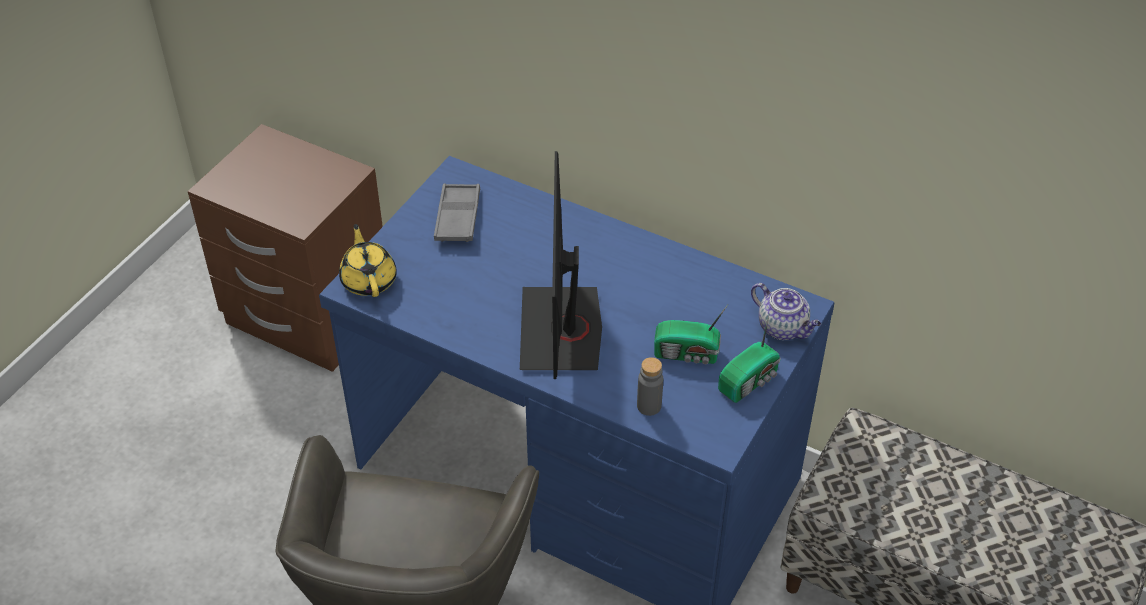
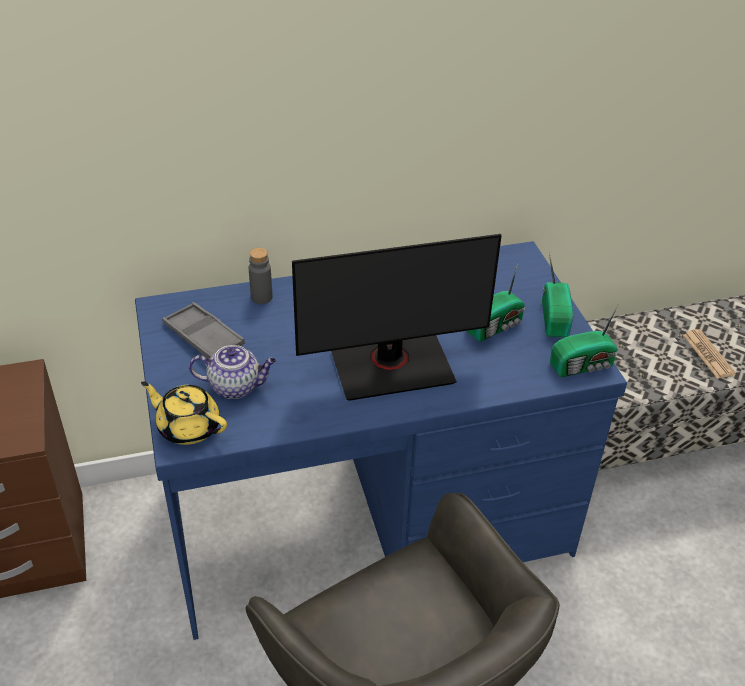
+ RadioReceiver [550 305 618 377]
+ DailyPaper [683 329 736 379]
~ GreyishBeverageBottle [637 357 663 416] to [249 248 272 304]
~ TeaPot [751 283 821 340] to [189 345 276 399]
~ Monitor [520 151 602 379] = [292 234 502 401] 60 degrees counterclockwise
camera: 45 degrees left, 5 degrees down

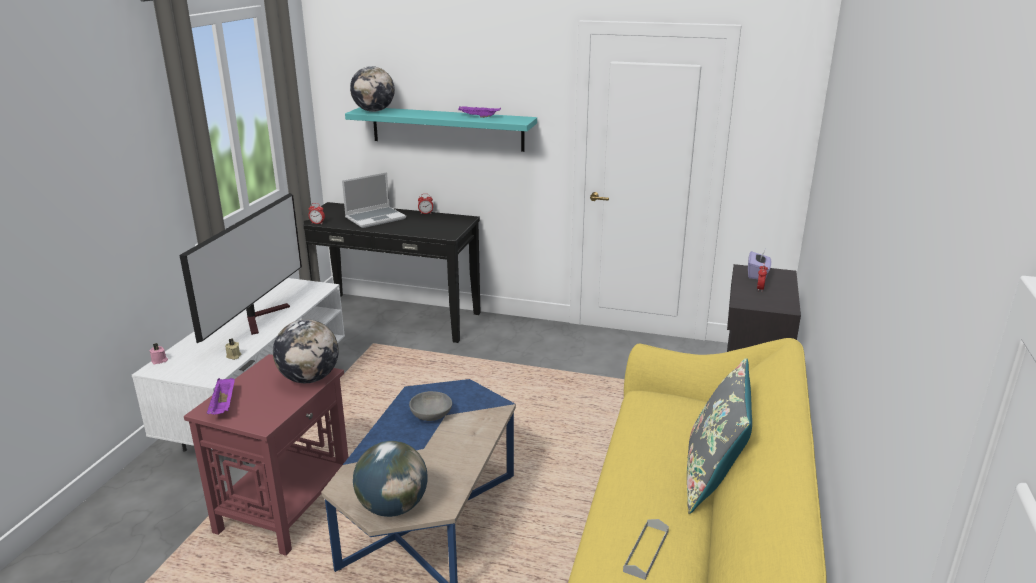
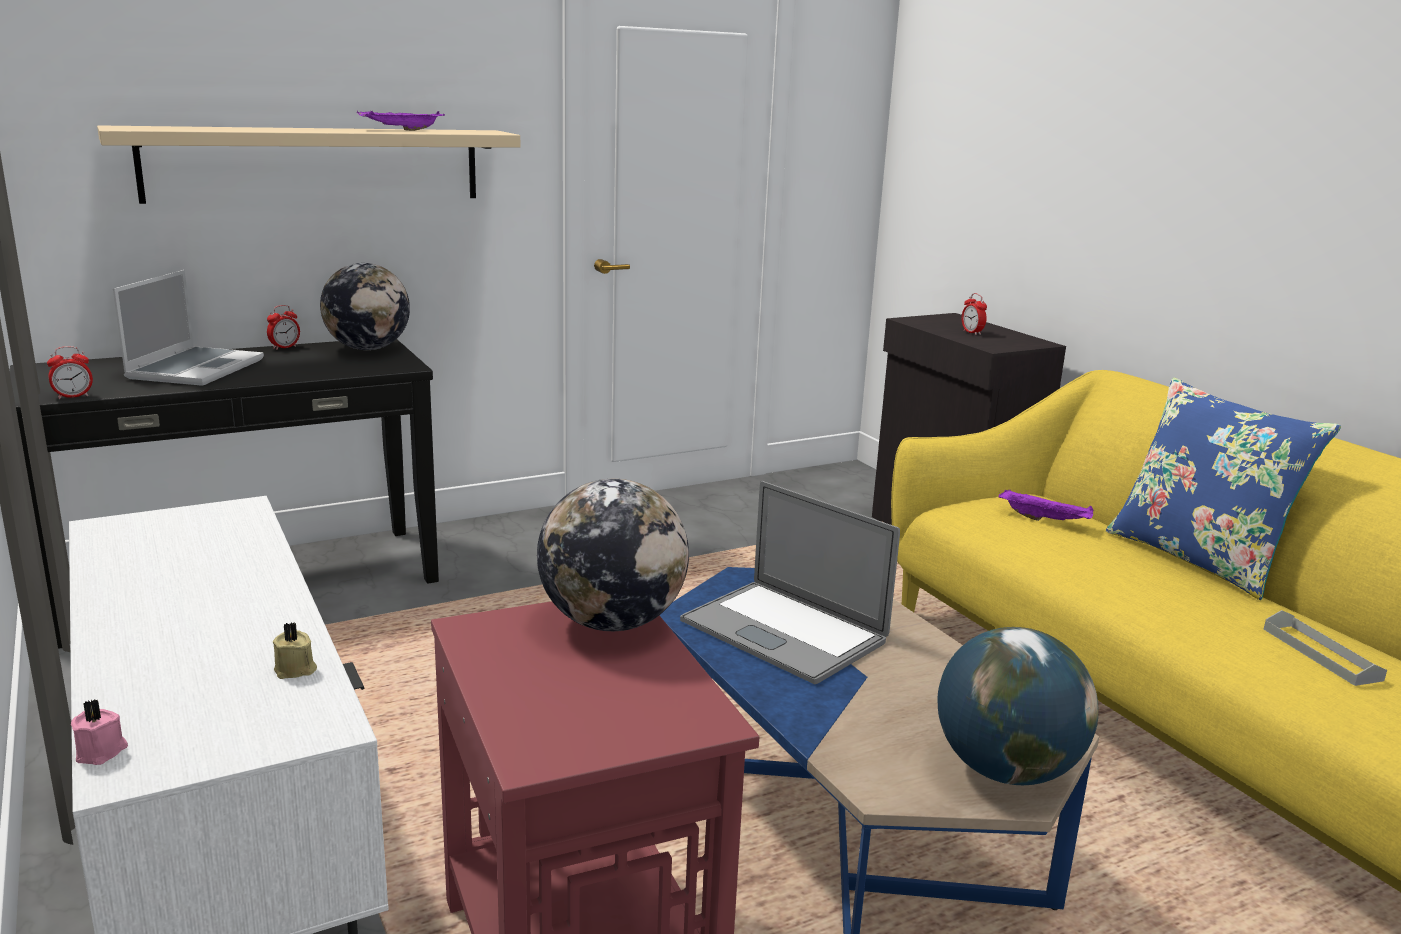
- Television [179 193 302 343]
- PurpleColouredBoxOfTissues [748 251 771 280]
~ PurpleColouredTray [207 378 235 414] to [999 489 1094 521]
~ WorldGlobe [350 66 395 112] to [320 263 410 350]
~ GreyishDeepDish [409 391 452 421] to NotebookComputer [680 481 900 684]
~ BlueGreenBracketShelf [345 107 537 152] to BeigeBracketShelf [97 125 520 204]
~ GreyishThrowPillow [687 358 752 514] to BlueColouredThrowPillow [1106 378 1341 600]
camera: 45 degrees left, 5 degrees down

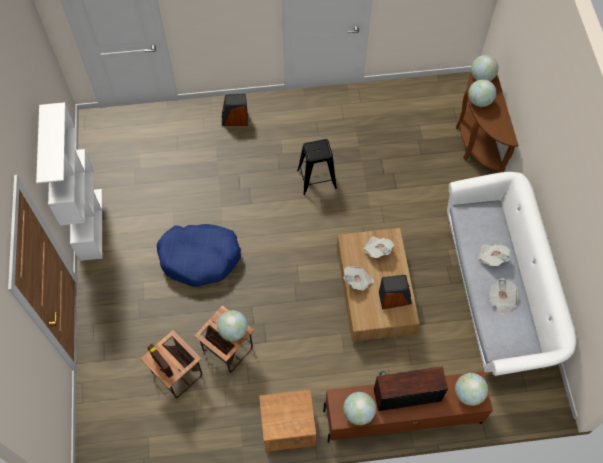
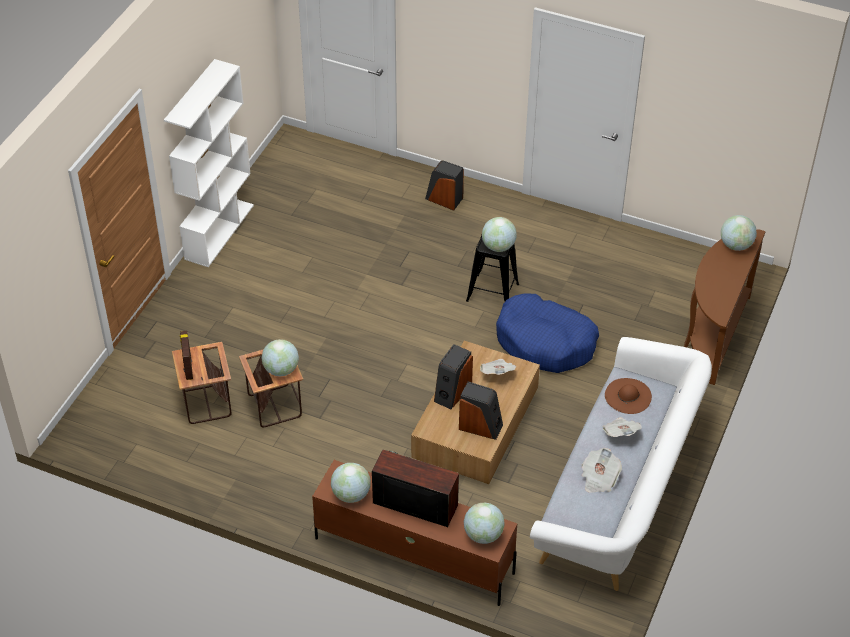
- BrownColouredBedsideTable [259 390 316 452]
+ BrownColouredClothingHat [605 378 652 414]
~ BlueColouredPetBed [157 224 241 287] to [496 293 599 373]
~ WorldGlobe [468 79 496 107] to [482 217 517 252]
~ DailyPaper [343 266 374 291] to AudioSpeaker [434 344 473 409]
camera: 30 degrees right, 15 degrees down

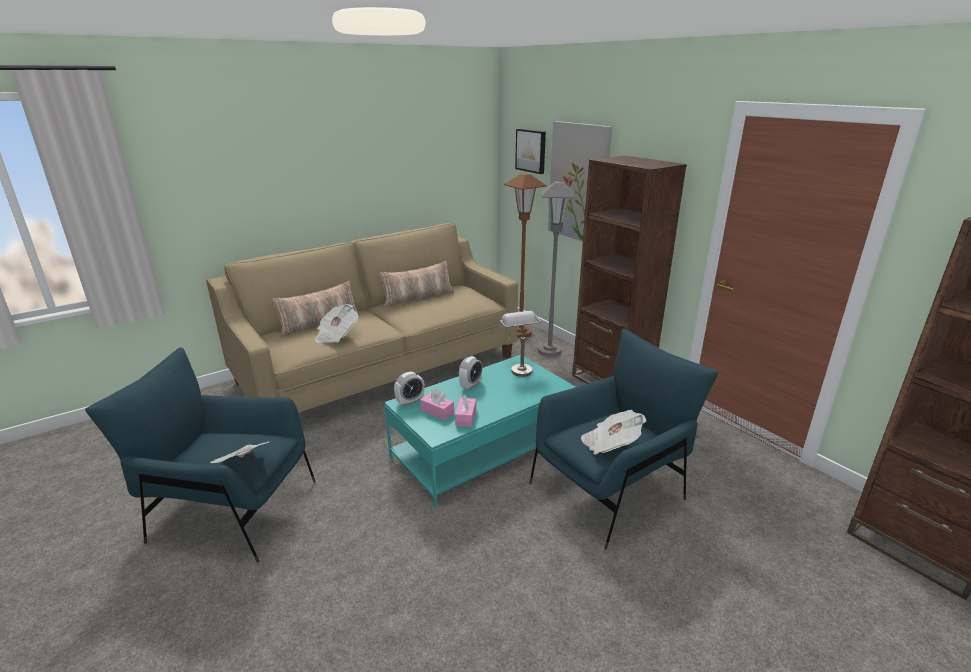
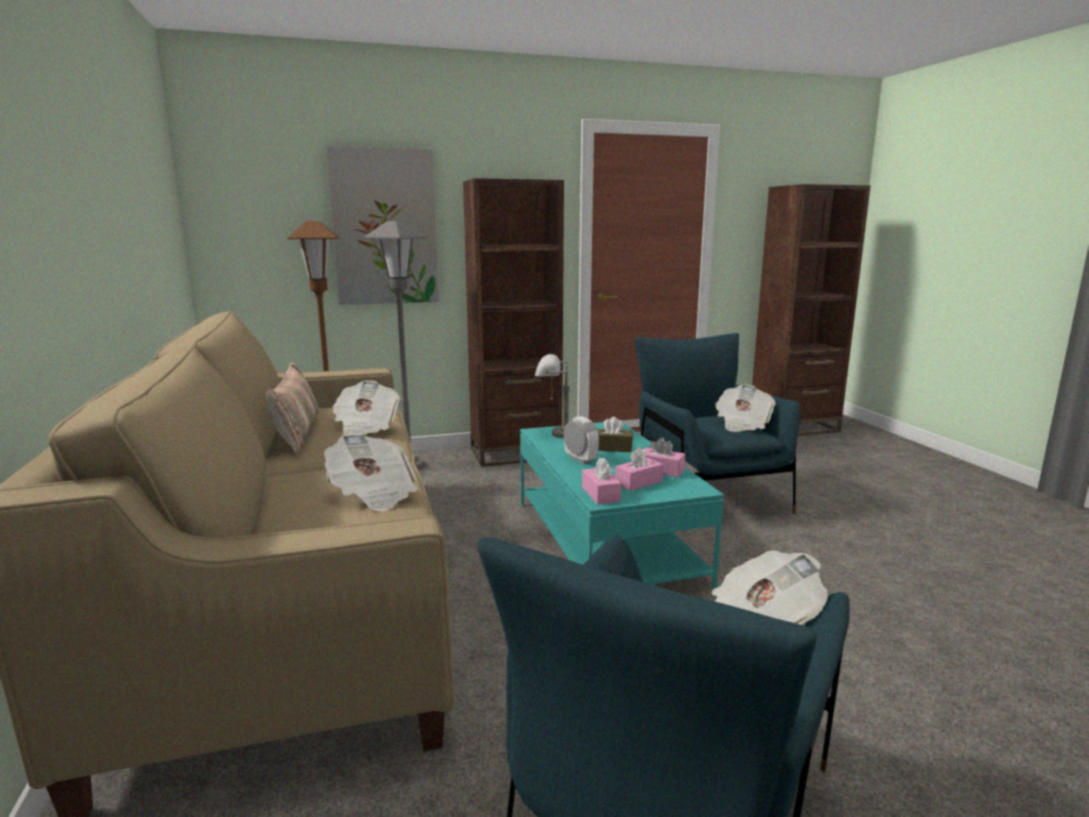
- ThrowPillow [272 281 360 337]
- WallPicture [515 129 546 174]
+ DailyPaper [332 380 400 435]
+ BrownColouredBoxOfTissues [597 417 633 452]
~ TableClock [394 372 425 406] to PinkBoxOfTissues [582 458 621 505]
camera: 70 degrees left, 10 degrees down

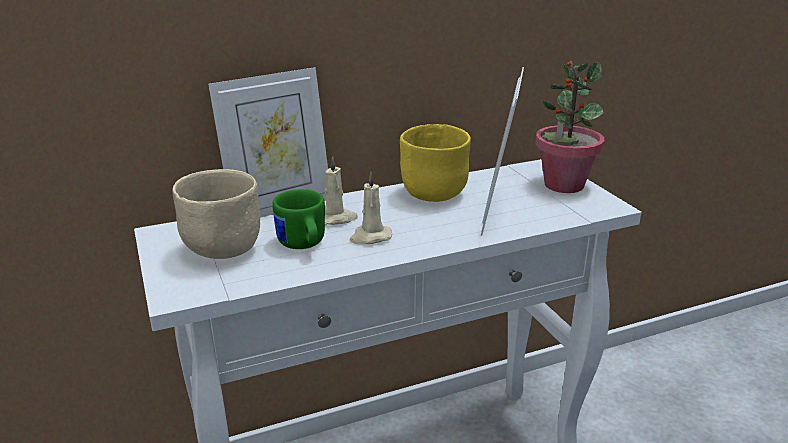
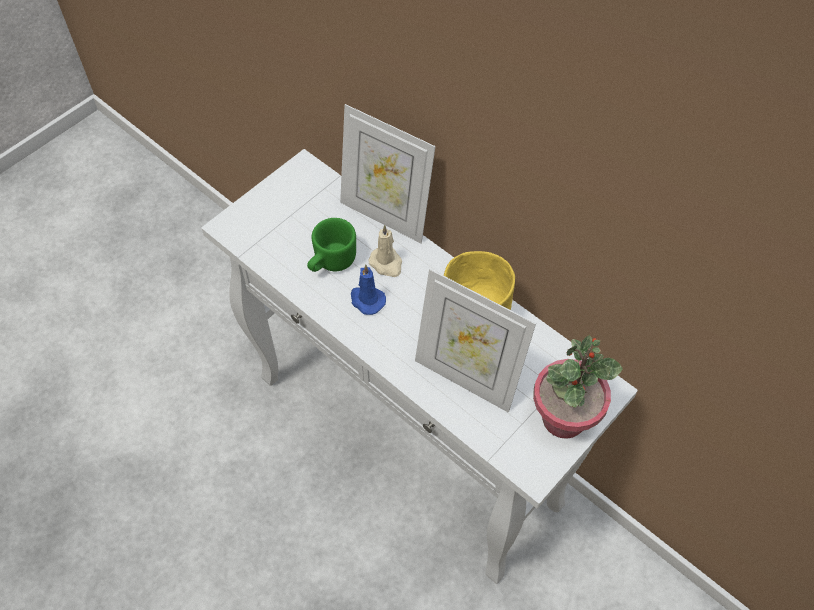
- BeigeDeepDish [172 169 260 259]
~ BeigeWaxCandle [349 172 392 244] to BlueColouredWaxCandle [351 264 386 315]
~ PictureFrame [481 67 524 236] = [415 269 536 413] 135 degrees counterclockwise
camera: 65 degrees right, 30 degrees up

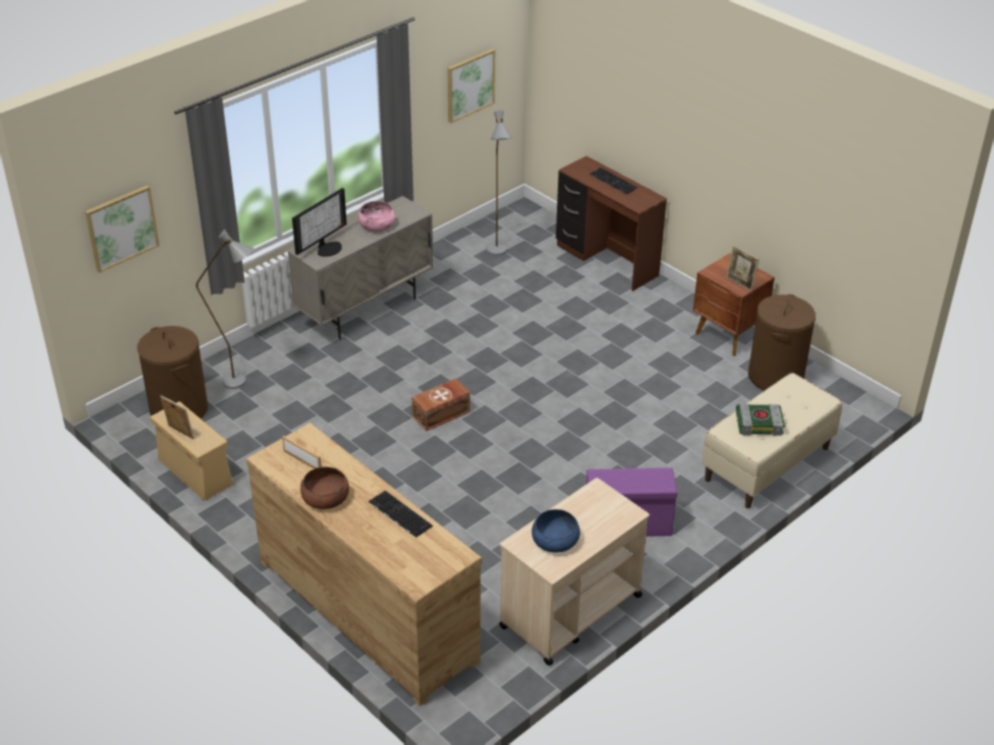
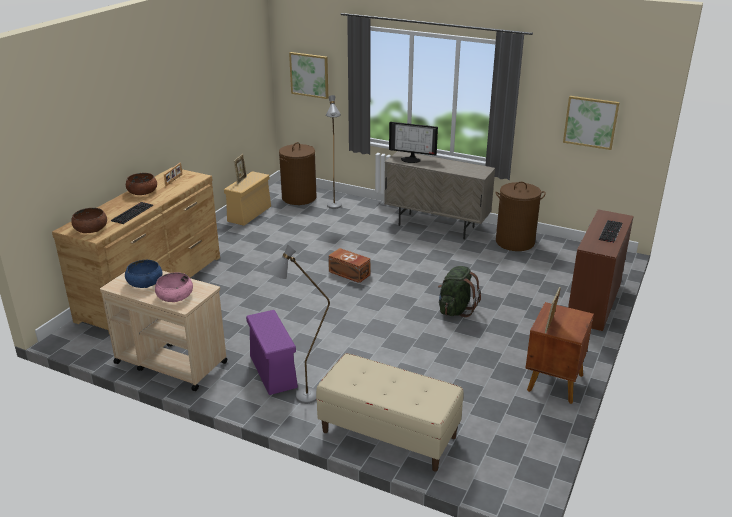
- Book [736 404 785 436]
+ BrownColouredDeepDish [71 208 107 233]
+ GreenBackpack [438 266 481 317]
~ PinkDeepDish [358 201 395 232] to [155 272 193 302]
~ GreyishStandingLamp [486 110 512 256] to [264 244 330 404]
~ BrownColouredHamper [748 294 816 391] to [495 182 546 251]
camera: 70 degrees right, 10 degrees down

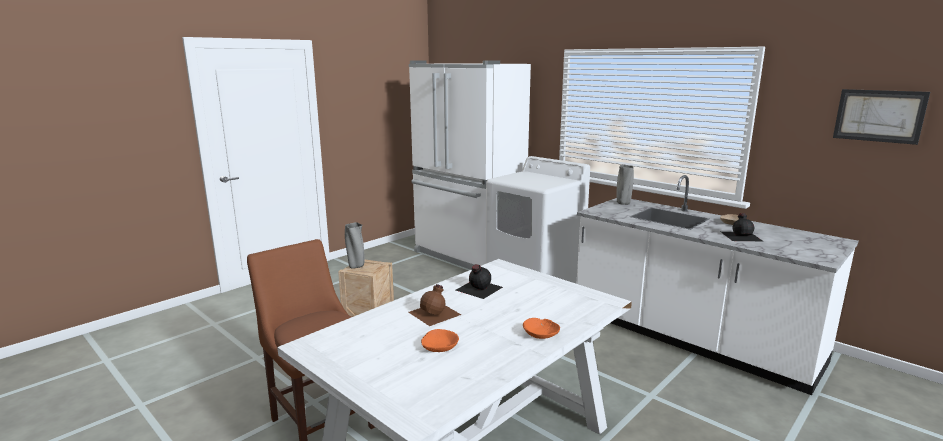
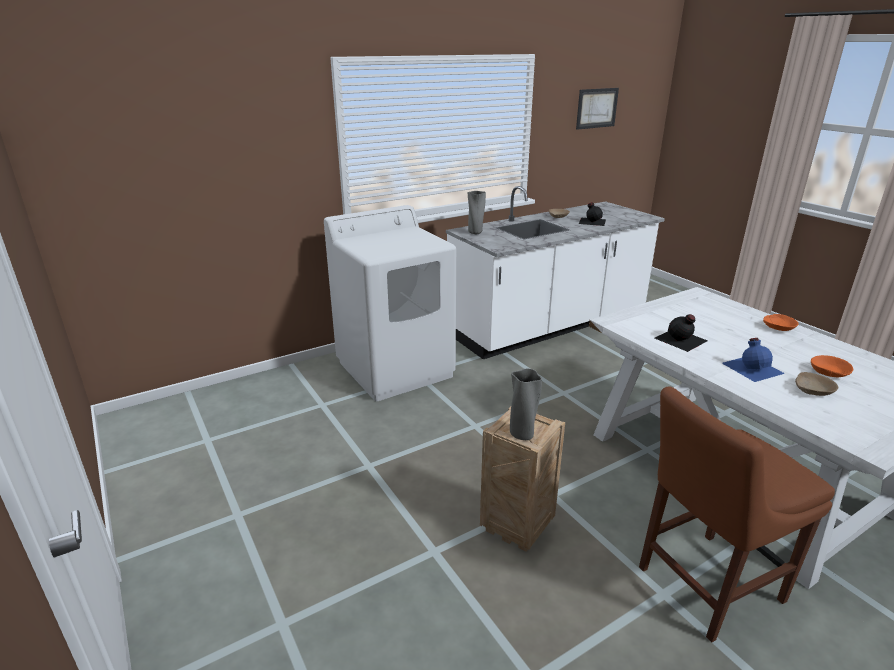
- WhiteColouredFridge [409 60 531 270]
+ BeigeDeepDish [795 372 839 396]
~ BrownColouredBeverageBottle [408 284 461 326] to BlueColouredBeverageBottle [722 338 785 382]
camera: 75 degrees left, 10 degrees up

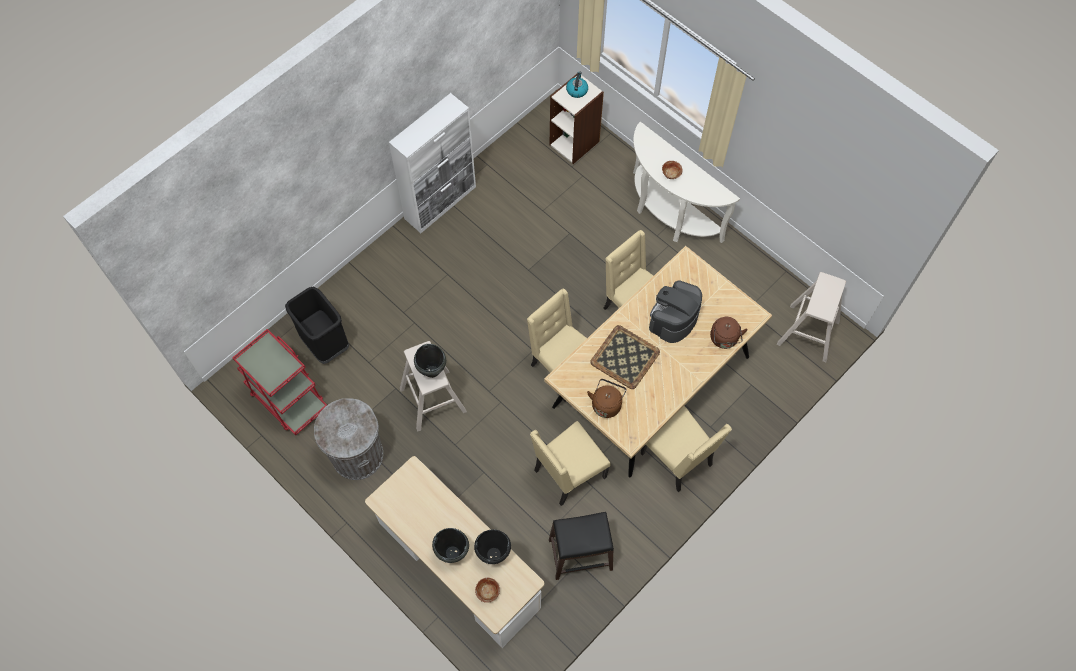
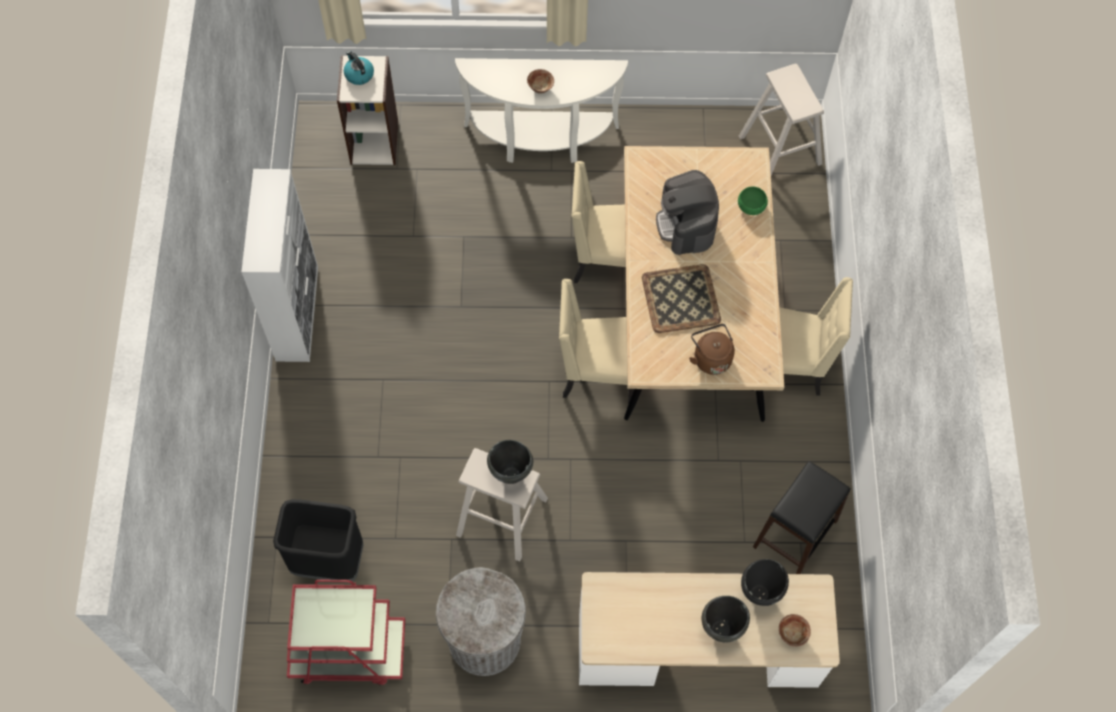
- BeigeChair [530 421 611 506]
~ BrownColouredKettle [710 317 748 349] to GreenDeepDish [738 187 768 215]
camera: 45 degrees left, 0 degrees up

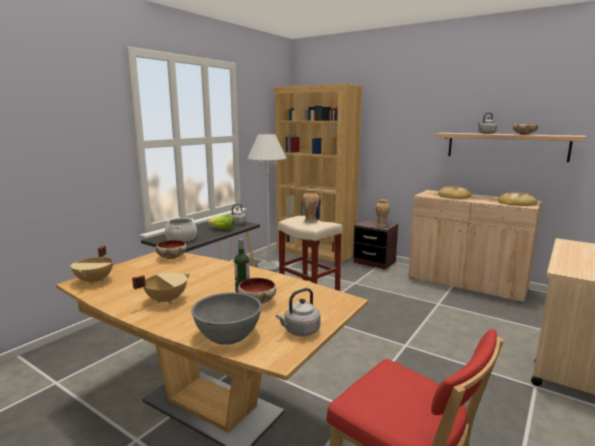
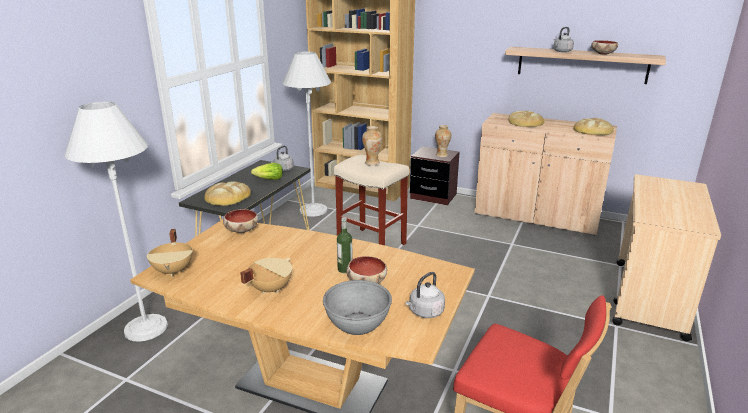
+ WhiteColouredStandingLamp [64 102 168 342]
~ CookingPot [165 218 197 242] to BakedBread [204 181 251 206]
camera: 10 degrees left, 10 degrees up

